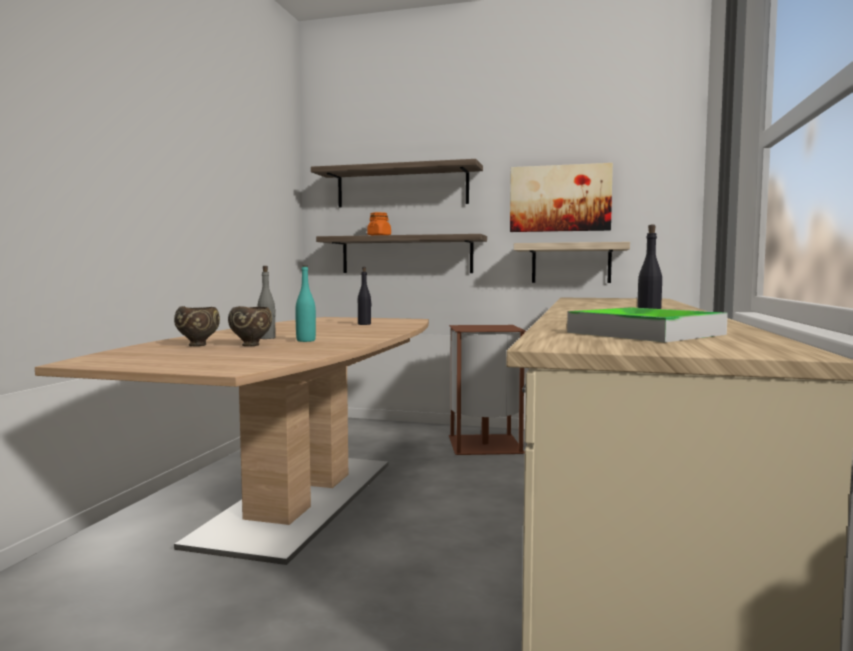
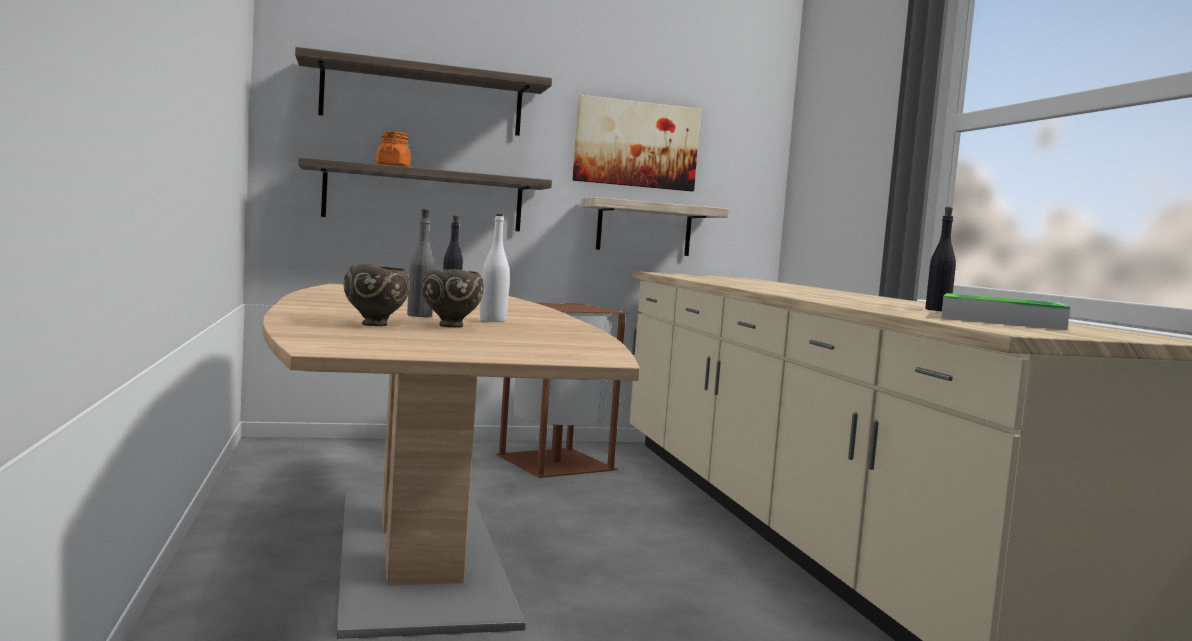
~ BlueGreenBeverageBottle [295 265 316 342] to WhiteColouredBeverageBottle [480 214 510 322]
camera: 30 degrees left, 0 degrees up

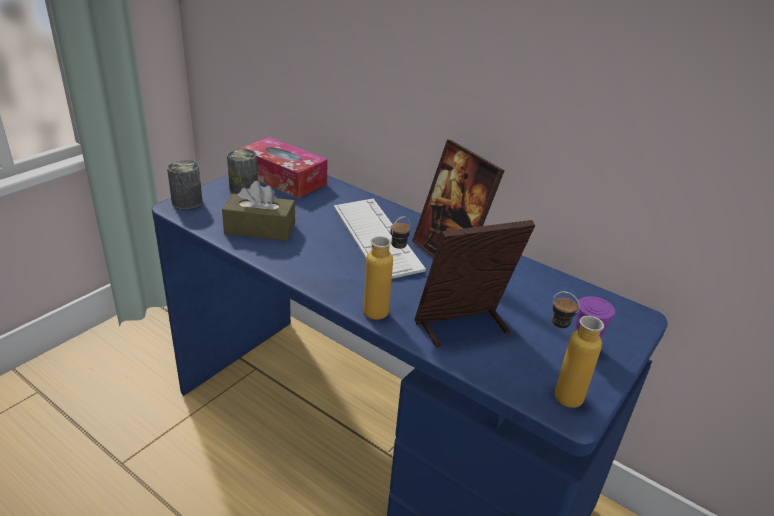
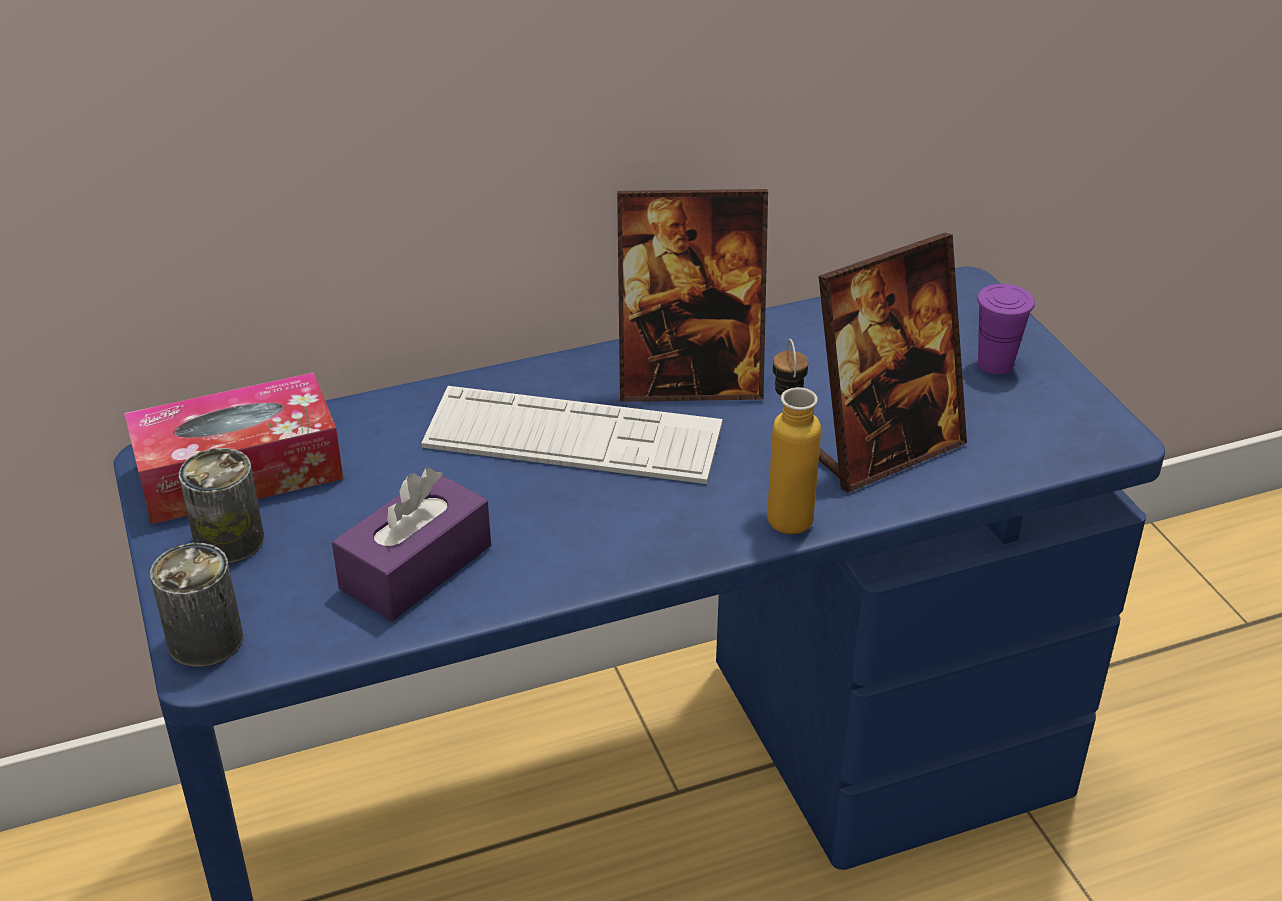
- BeverageBottle [552 292 604 408]
~ BrownColouredBoxOfTissues [222 181 295 241] to PurpleColouredBoxOfTissues [332 468 491 621]
~ PictureFrame [414 220 535 348] = [819 232 967 493] 135 degrees counterclockwise
camera: 55 degrees left, 5 degrees up

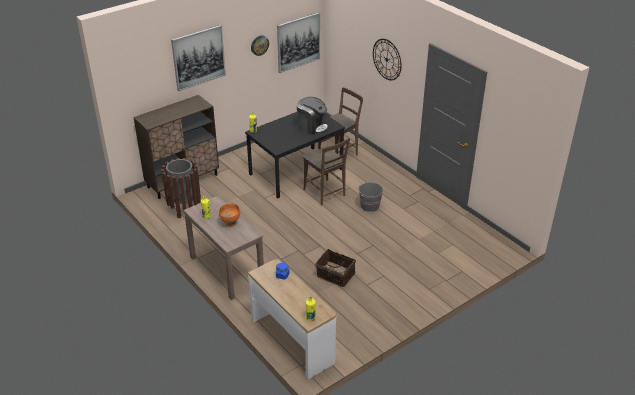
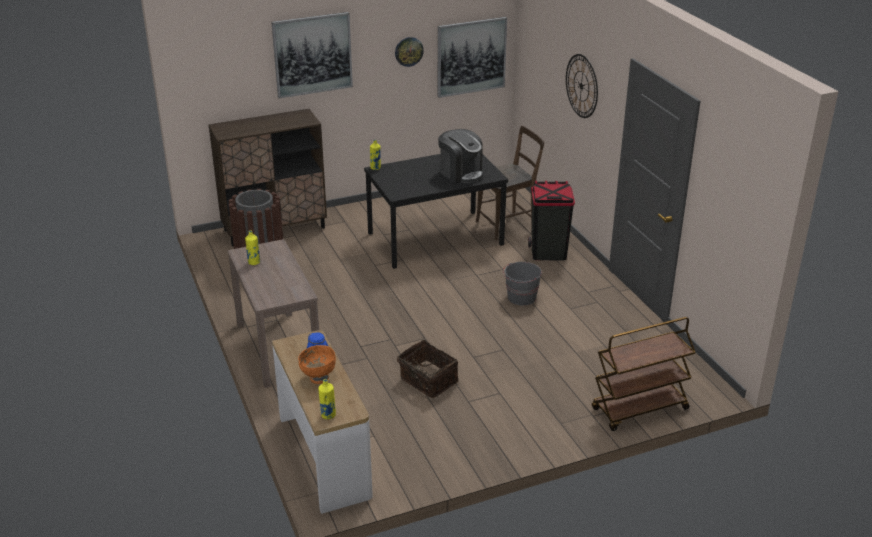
- BrownColouredChair [303 138 350 205]
+ BlackWasteBin [528 181 575 260]
+ BrownColouredTrolley [592 317 696 431]
~ OrangeColouredDeepDish [218 203 240 226] to [298 345 336 384]
camera: 15 degrees right, 5 degrees down

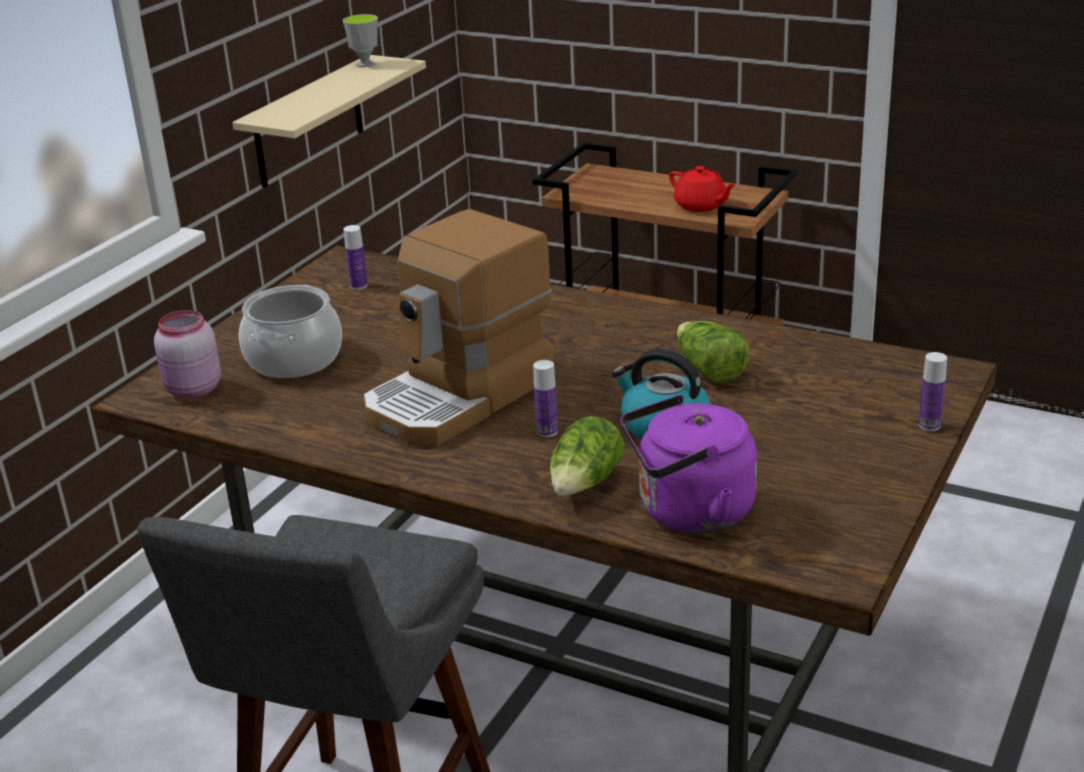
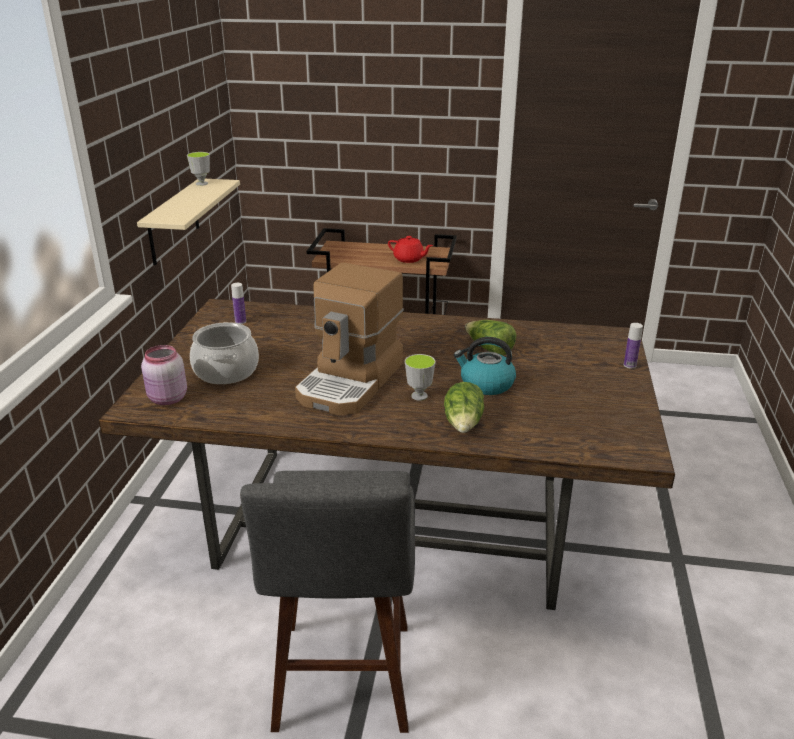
- PurpleColouredKettle [621 395 757 533]
~ BeverageBottle [533 360 558 437] to DrinkingCup [405 354 436 401]
camera: 20 degrees left, 0 degrees up

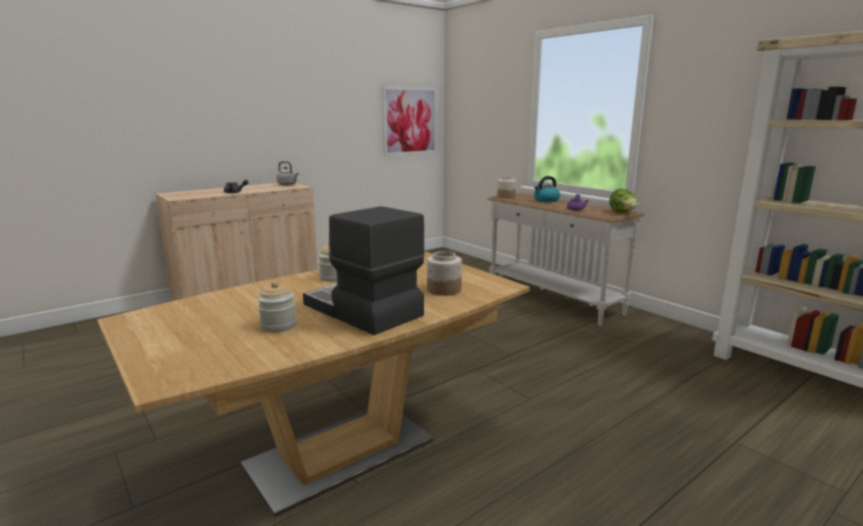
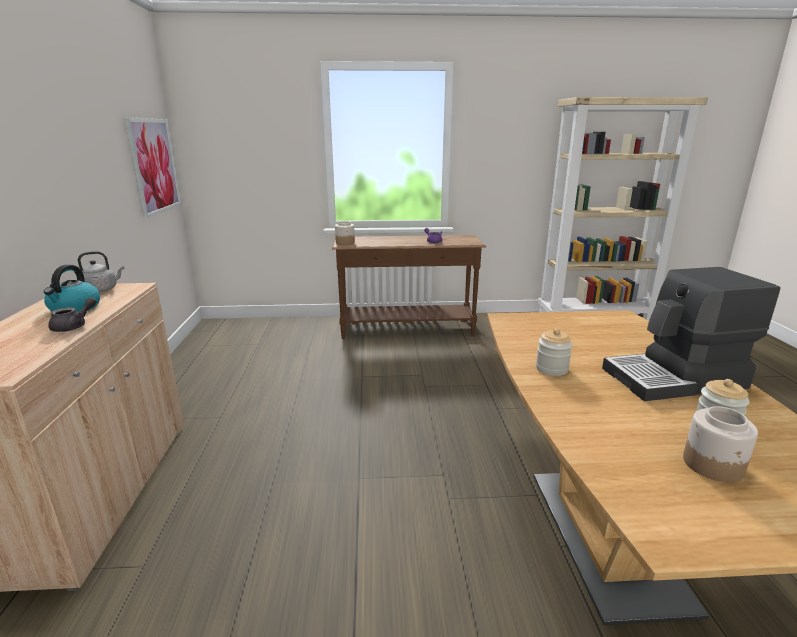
- LettuceHead [609 189 637 213]
~ PreserveJar [427 251 462 296] to [683 406 758 483]
~ Kettle [534 176 560 202] to [44 265 100 312]
~ WhiteColouredNarrowTable [487 193 645 326] to BrownColouredNarrowTable [332 235 486 339]
camera: 55 degrees left, 5 degrees up

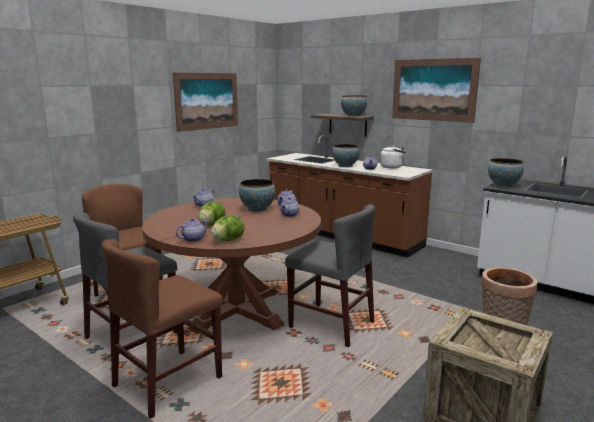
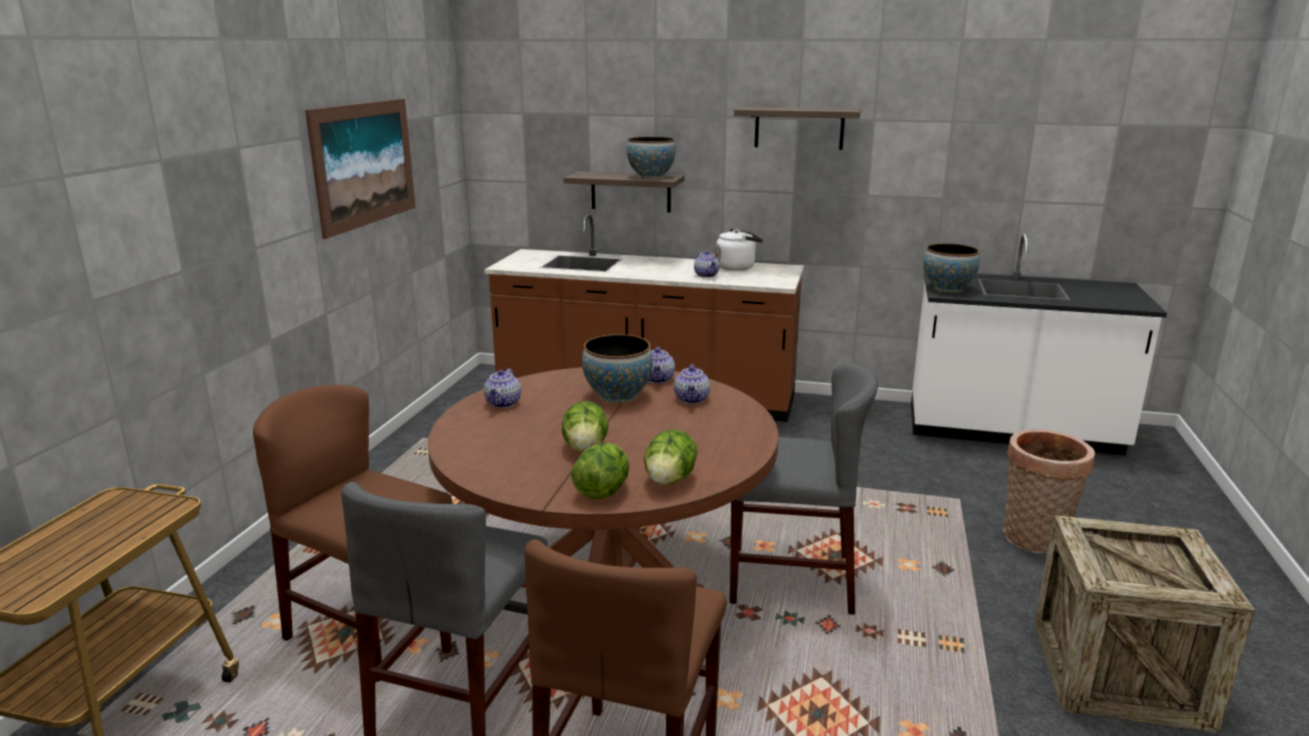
- DeepDish [332 144 359 167]
~ TeaPot [176 218 209 242] to LettuceHead [571 443 629 499]
~ WallPicture [392 58 481 123] to BracketShelf [734 106 861 150]
camera: 25 degrees left, 5 degrees up

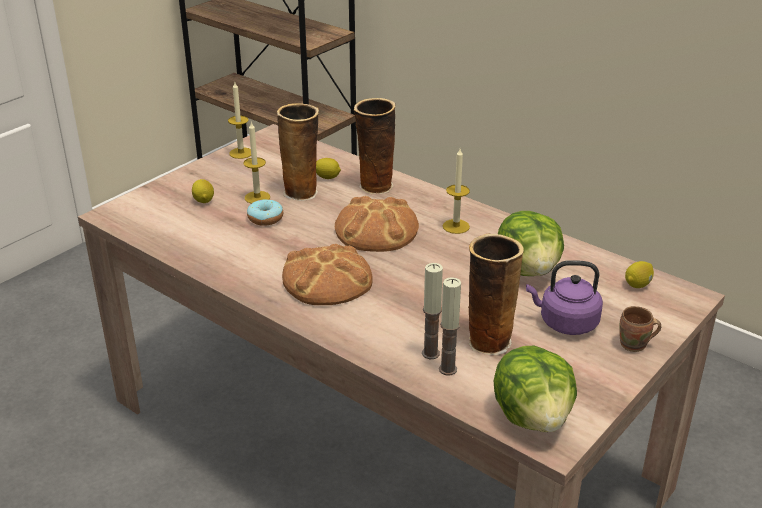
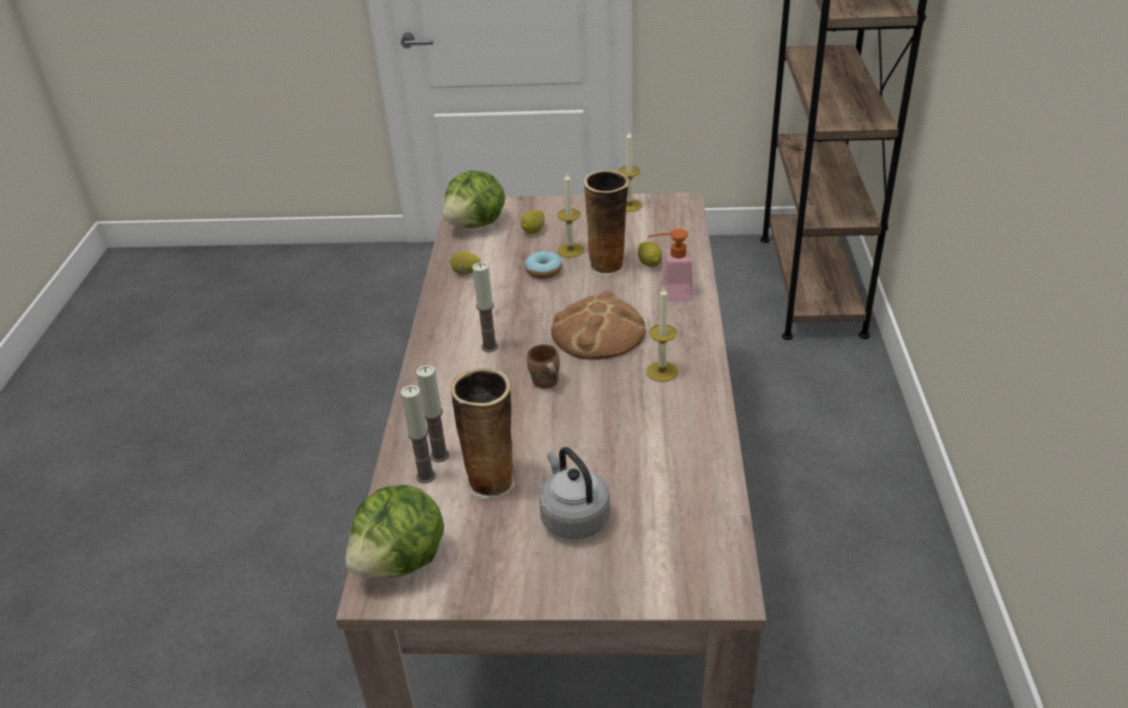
~ LettuceHead [498 211 564 276] to [442 171 505 228]
~ BrownColouredMug [620 306 661 352] to [527 344 560 389]
~ CitrusFruit [625 261 654 288] to [450 251 481 275]
~ BakedBread [282 244 373 305] to WaxCandle [472 262 498 352]
~ Vase [354 98 395 194] to SoapBottle [648 229 695 302]
~ PurpleColouredKettle [526 260 603 335] to GreyishKettle [539 447 610 539]
camera: 55 degrees right, 5 degrees up

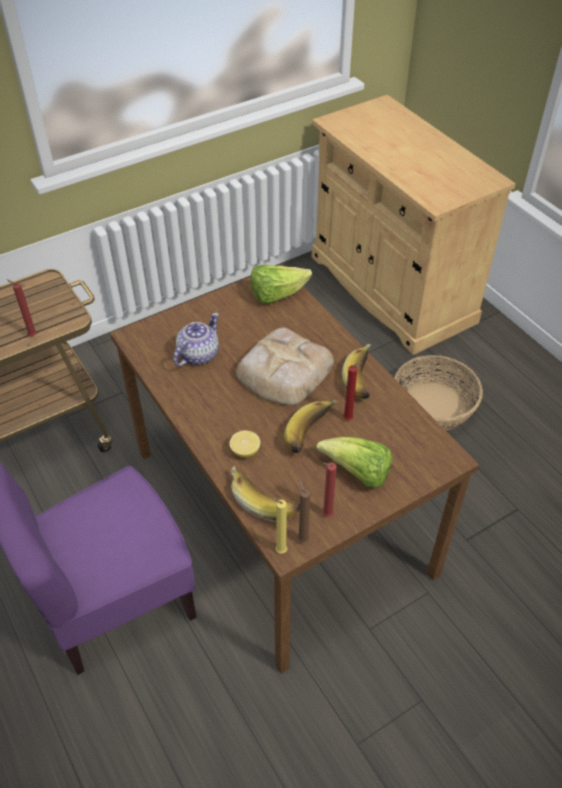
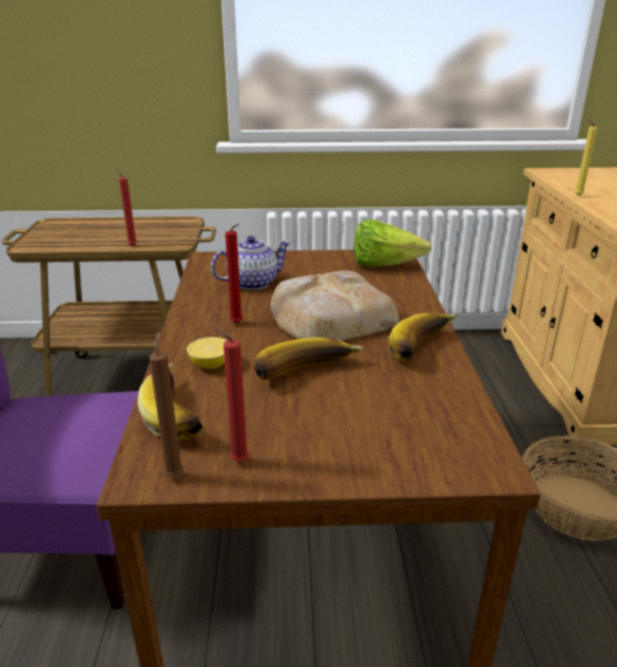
- LettuceHead [316 437 392 489]
~ YellowWaxCandle [271 497 287 554] to [575 119 597 196]
~ ReddishWaxCandle [343 363 363 420] to [225 223 243 324]
camera: 30 degrees right, 20 degrees down

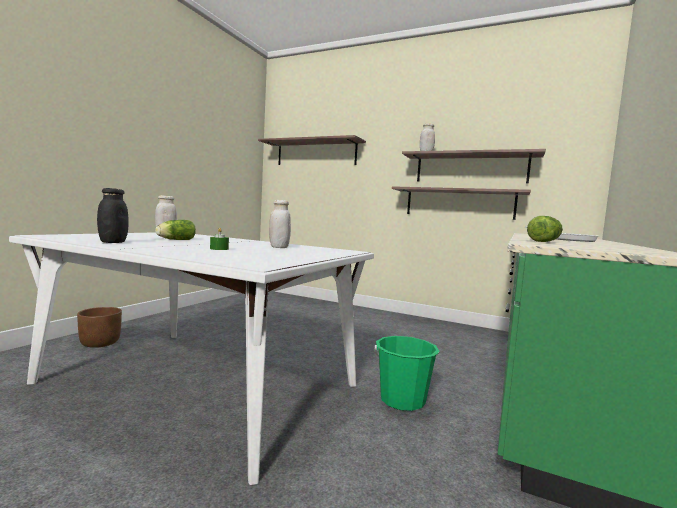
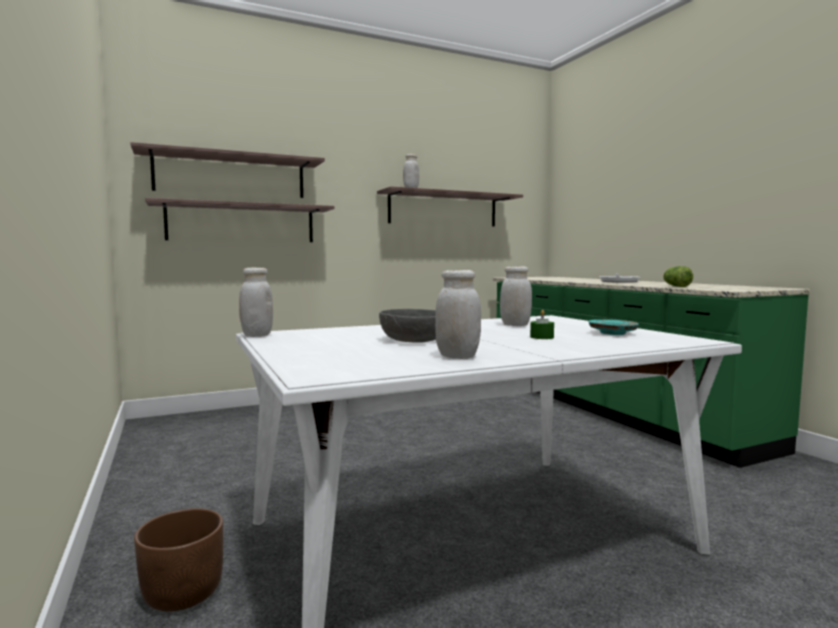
- GreenBucket [374 336 439 411]
+ BlueGreenFlatDish [588 319 639 335]
~ BracketShelf [392 186 531 220] to [145 198 334 242]
~ LettuceHead [155 220 196 240] to GreyishDeepDish [379 309 436 343]
~ BlackPreserveJar [97 188 129 243] to WhiteColouredPreserveJar [435 270 481 359]
camera: 50 degrees left, 0 degrees up

